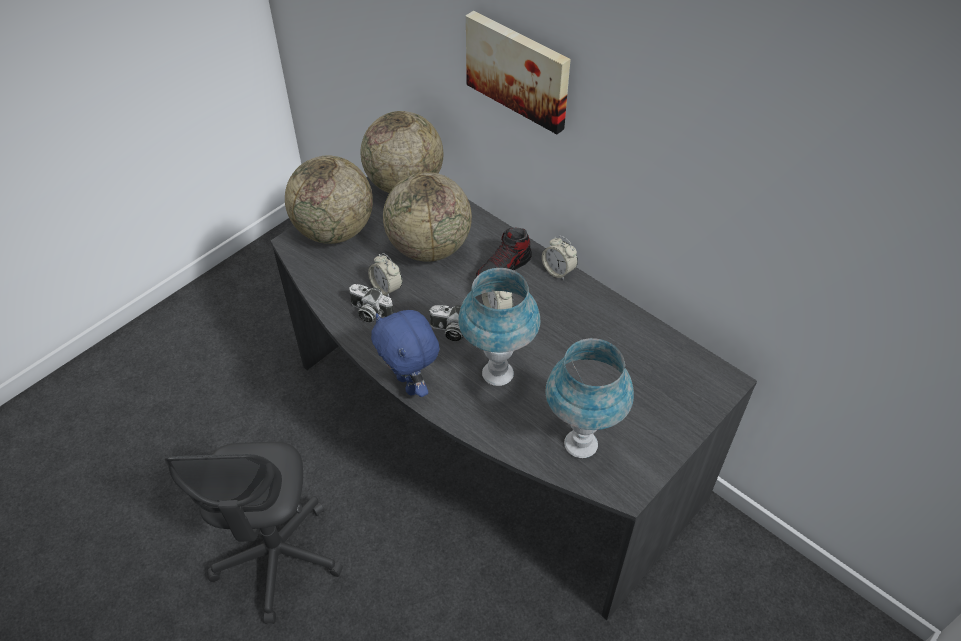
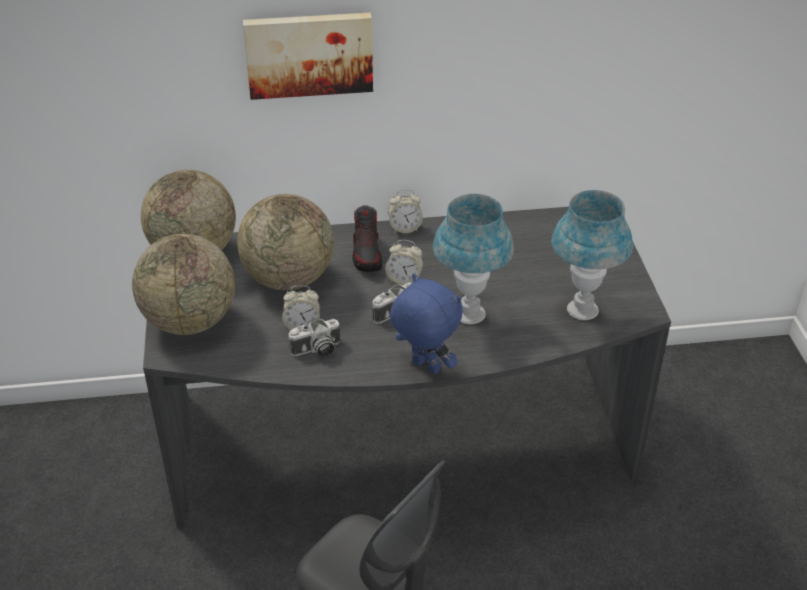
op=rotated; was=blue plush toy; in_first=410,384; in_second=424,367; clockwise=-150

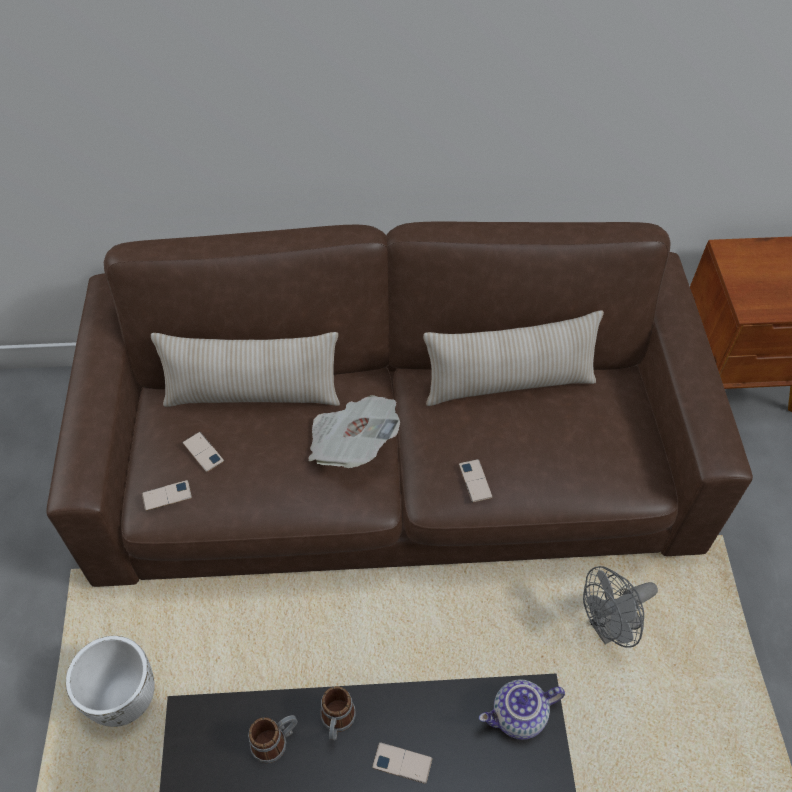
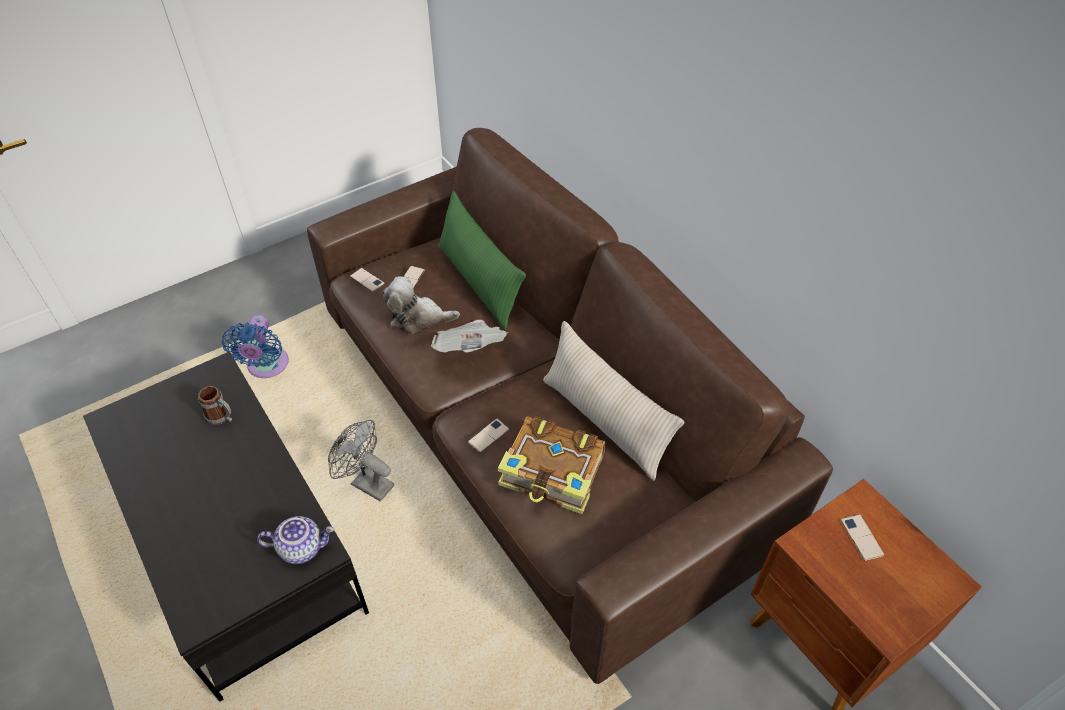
op=repainted; was=beige pillow; now=green pillow; in_first=253,395; in_second=479,283
op=shifted; was=grey fan; in_first=608,628; in_second=366,483
op=swapped; was=white planter; now=blue fan; in_first=124,697; in_second=267,367
op=rotated; was=teapot; in_first=518,717; in_second=302,547; clockwise=135
op=gone; was=mug; in_first=337,722
op=shifted; was=phone; in_first=402,763; in_second=861,537
op=new; now=plush toy; in_second=418,318
op=new; now=book; in_second=553,473

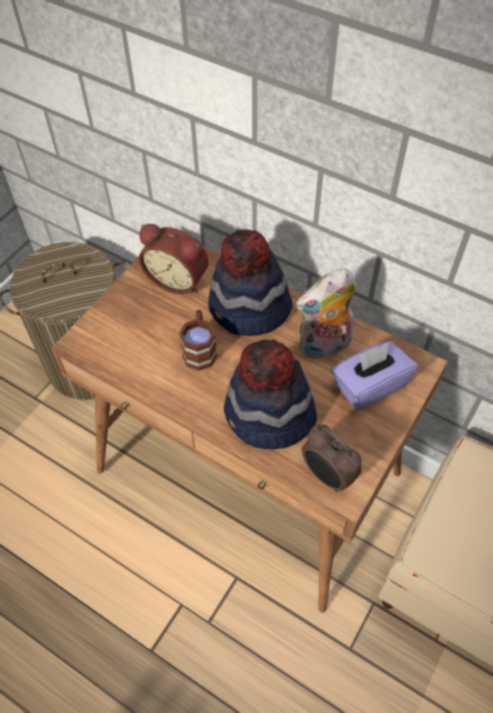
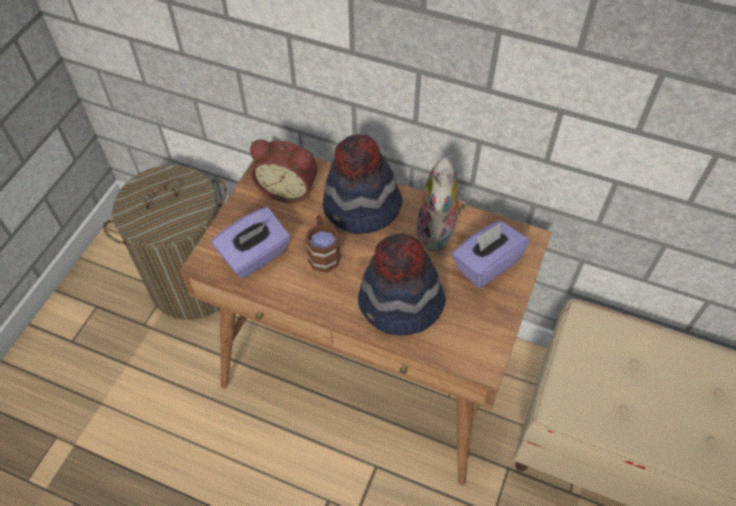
op=rotated; was=plush toy; in_first=324,346; in_second=438,234; clockwise=-45
op=gone; was=alarm clock; in_first=327,476
op=new; now=purple tissue box; in_second=255,256

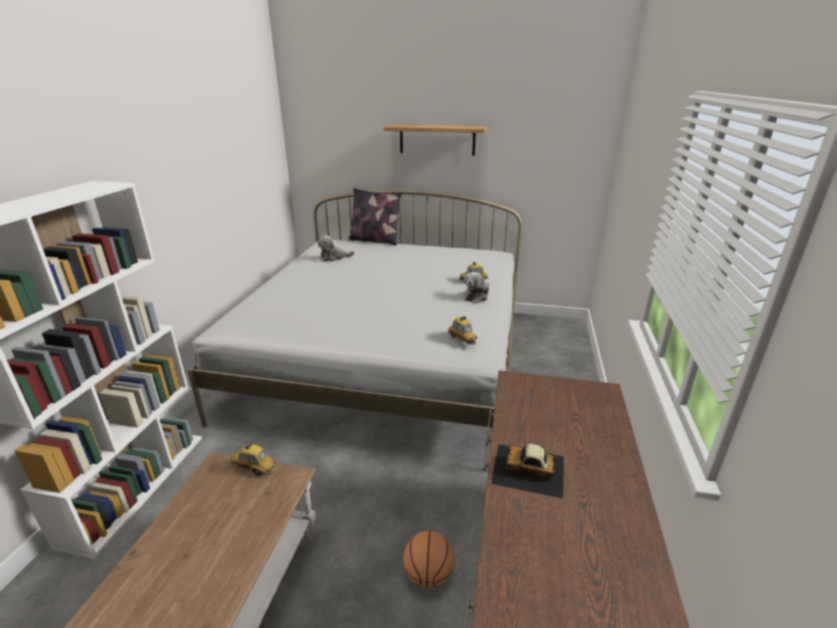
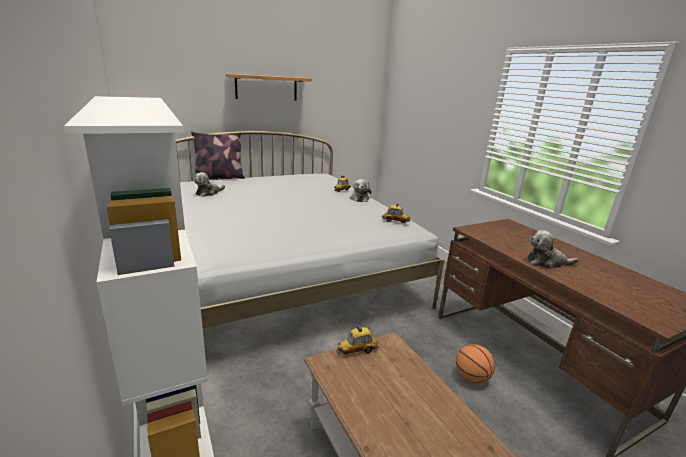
op=swapped; was=toy car; now=plush toy; in_first=529,470; in_second=547,262

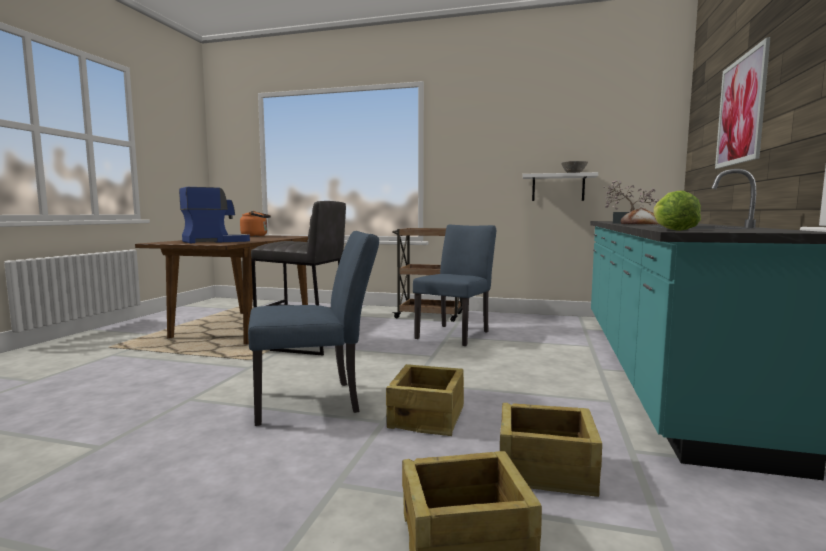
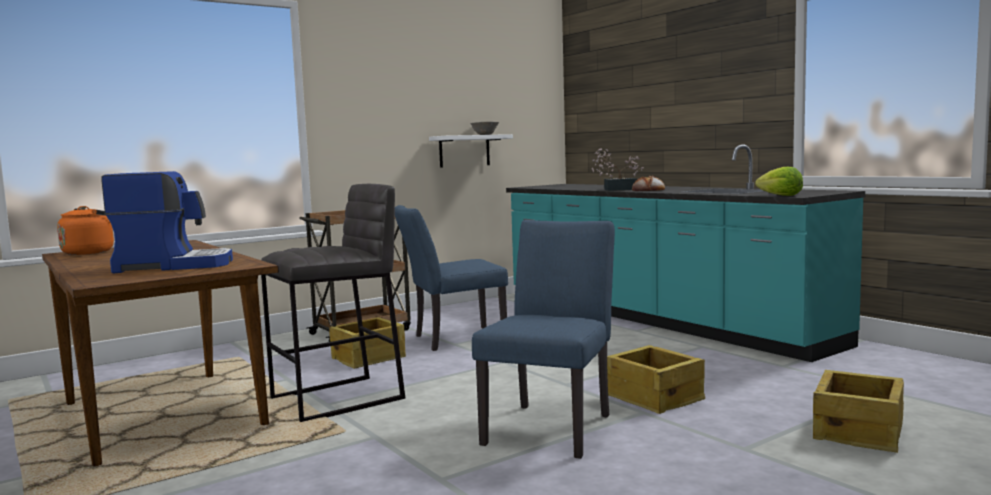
op=gone; was=picture; in_first=741,110
op=rotated; was=coffee machine; in_first=216,241; in_second=174,265; clockwise=75
op=rotated; was=blue chair; in_first=456,334; in_second=452,339; clockwise=-90
op=shifted; was=crate; in_first=546,470; in_second=369,358

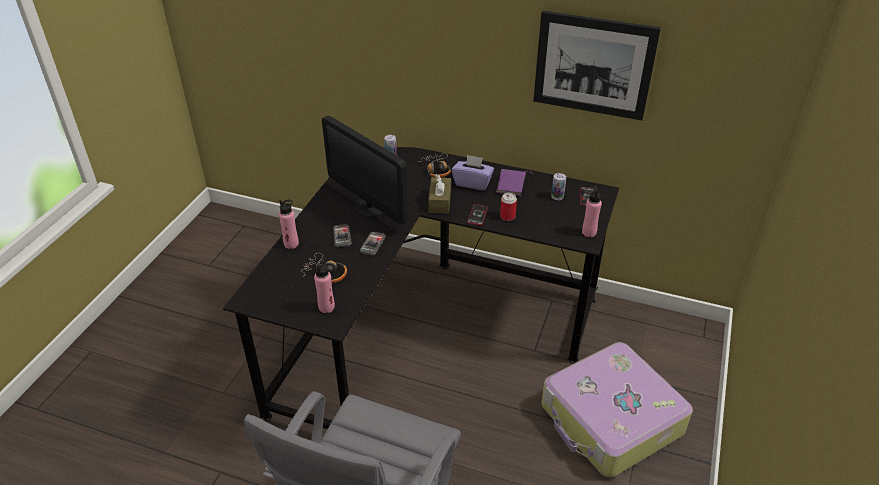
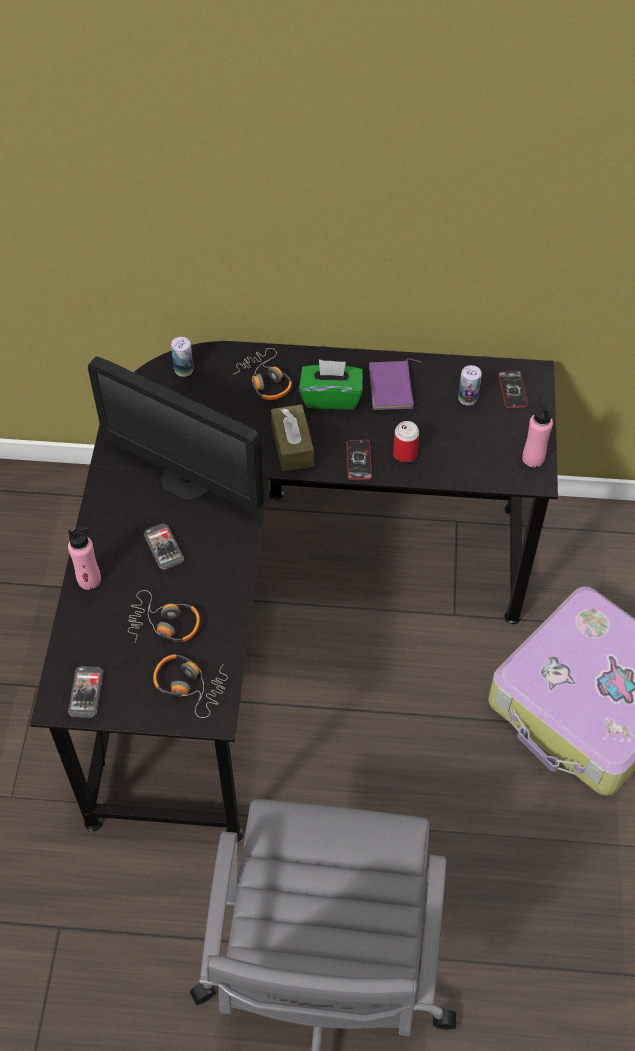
op=gone; was=picture; in_first=593,65
op=repainted; was=purple tissue box; now=green tissue box; in_first=472,183; in_second=331,397
op=shifted; was=phone; in_first=372,244; in_second=86,692
op=swapped; was=pink bottle; now=headphones; in_first=326,307; in_second=190,686

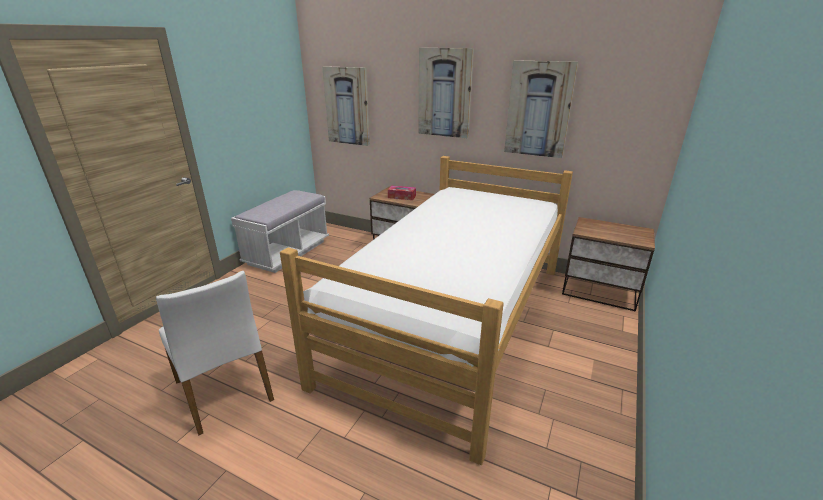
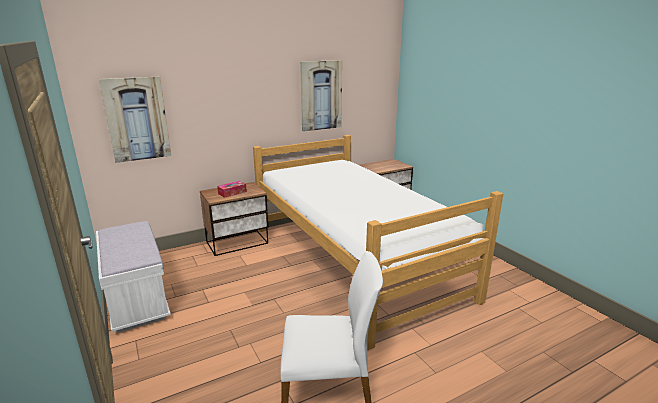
op=gone; was=picture; in_first=445,93

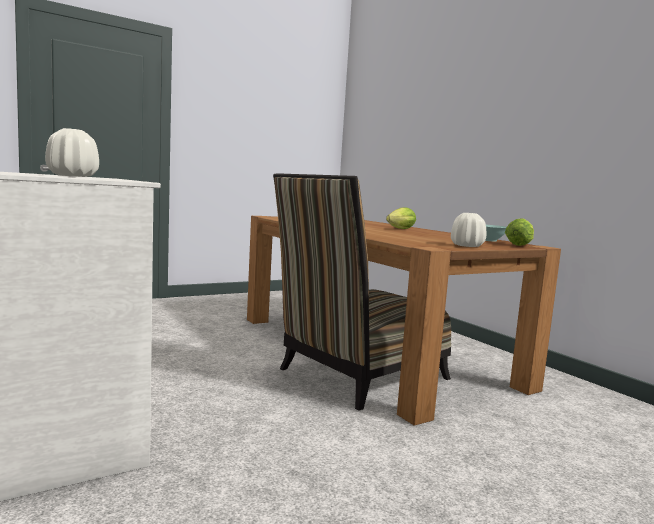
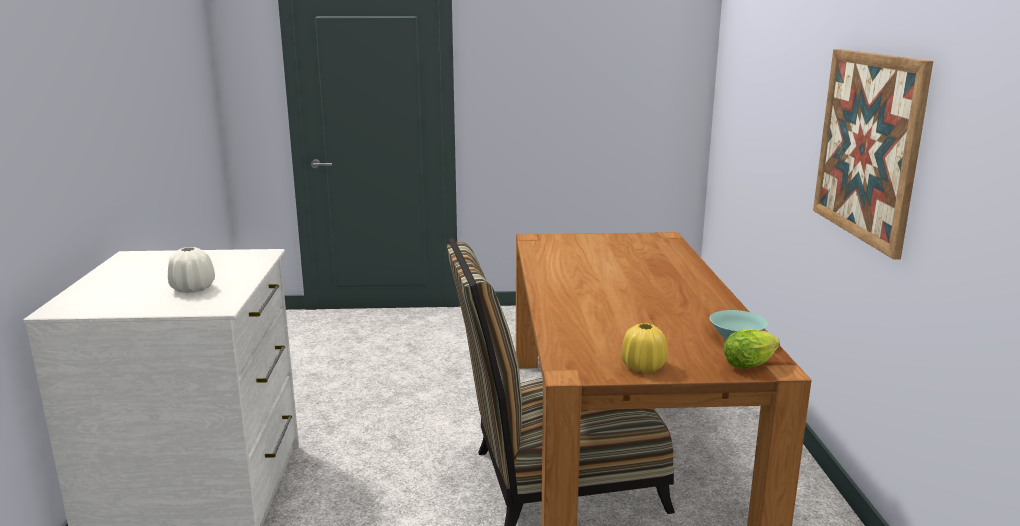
op=gone; was=lettuce; in_first=399,229
op=repainted; was=white vase; now=yellow vase; in_first=466,246; in_second=643,367
op=new; now=picture; in_second=868,146

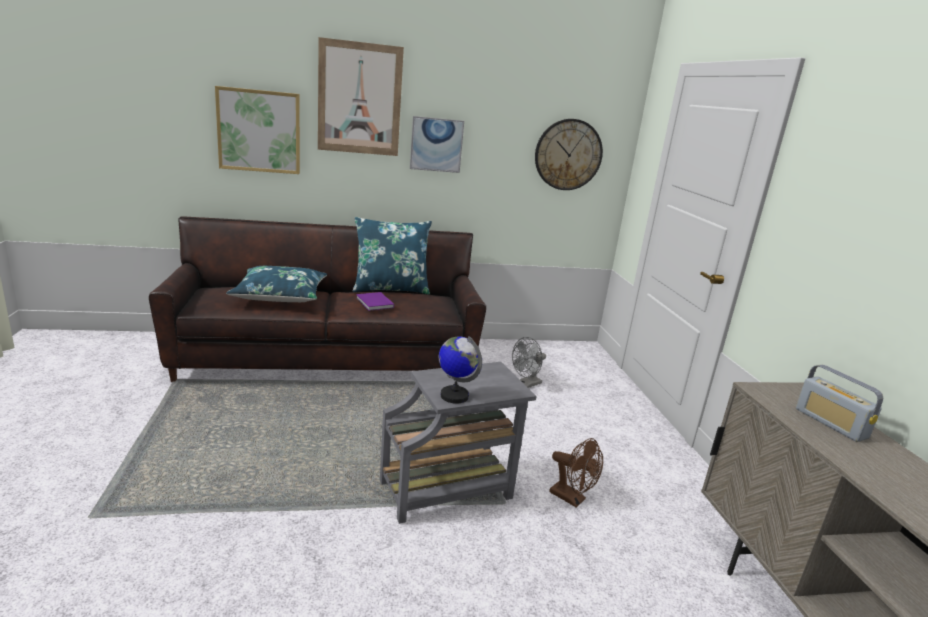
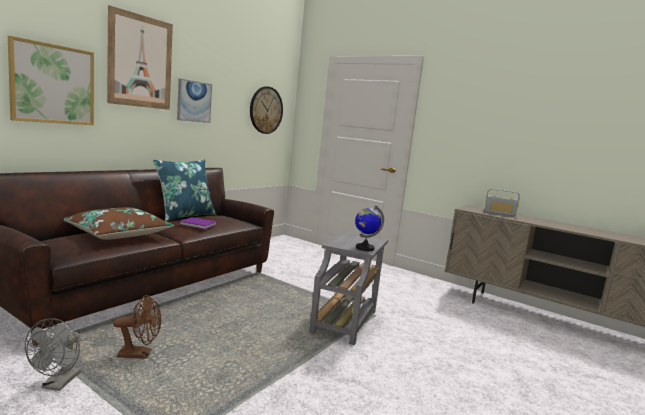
op=repainted; was=blue pillow; now=brown pillow; in_first=280,295; in_second=118,234
op=shifted; was=grey fan; in_first=526,384; in_second=58,384
op=shifted; was=brown fan; in_first=572,498; in_second=140,354

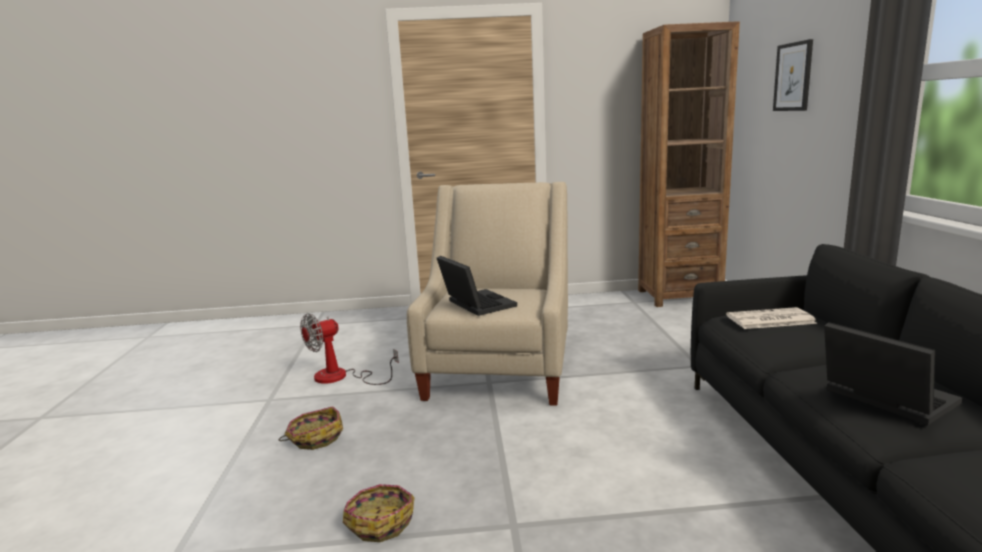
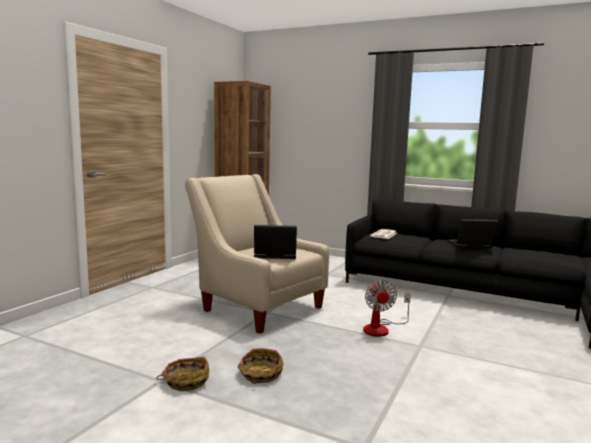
op=gone; was=picture; in_first=793,77
op=shifted; was=fan; in_first=341,377; in_second=381,328
op=shifted; was=basket; in_first=380,522; in_second=186,381

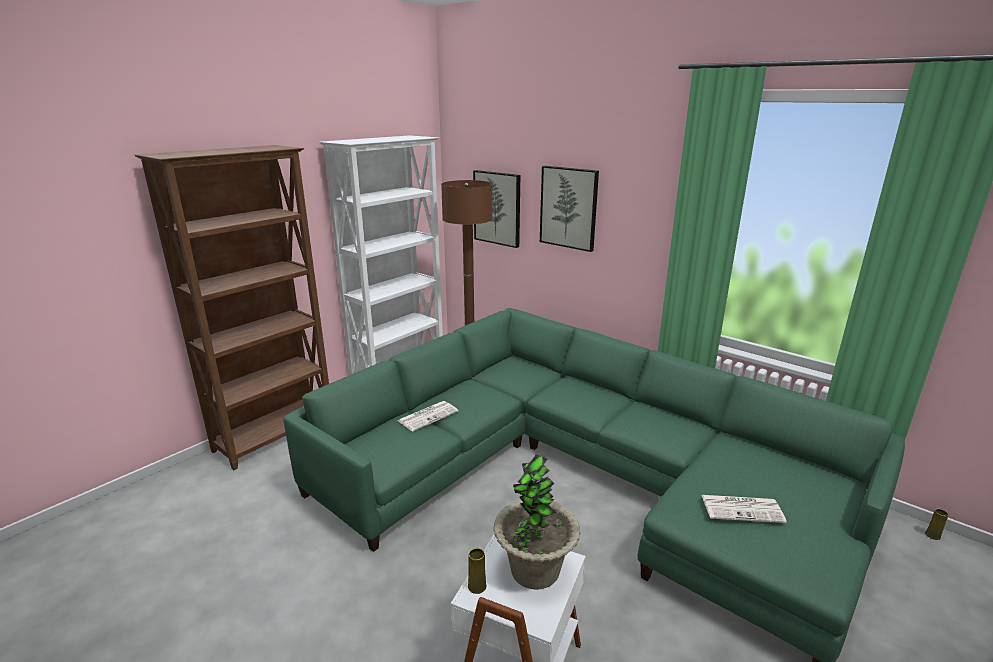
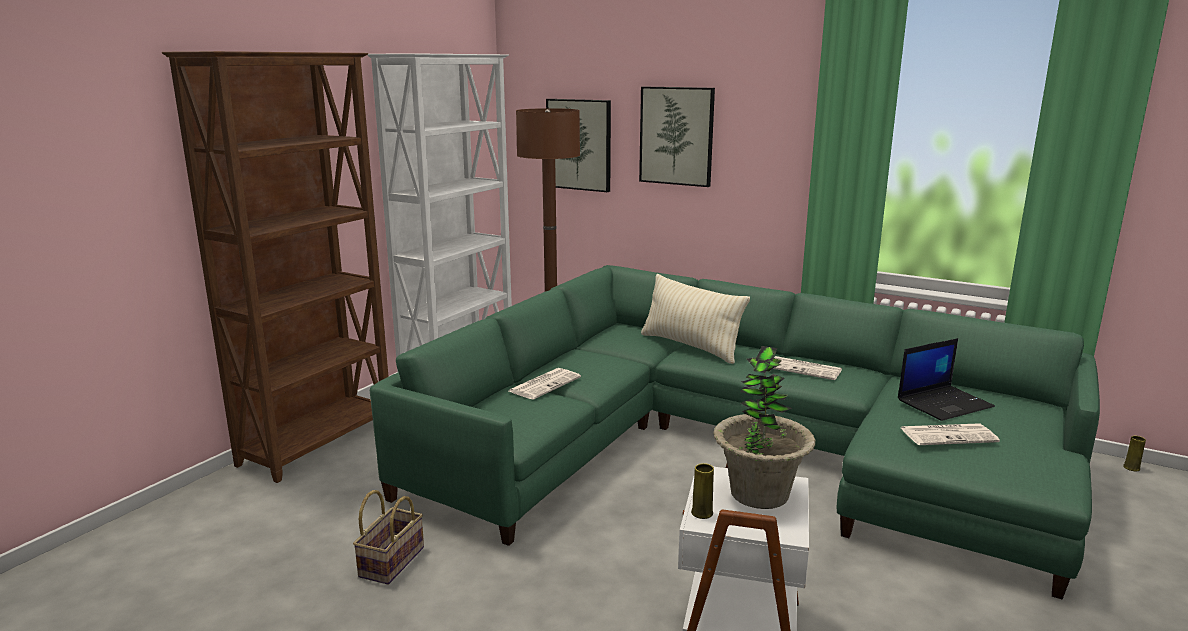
op=new; now=beige pillow; in_second=690,346
op=new; now=laptop; in_second=944,403
op=new; now=newspaper; in_second=805,369
op=new; now=basket; in_second=391,560

